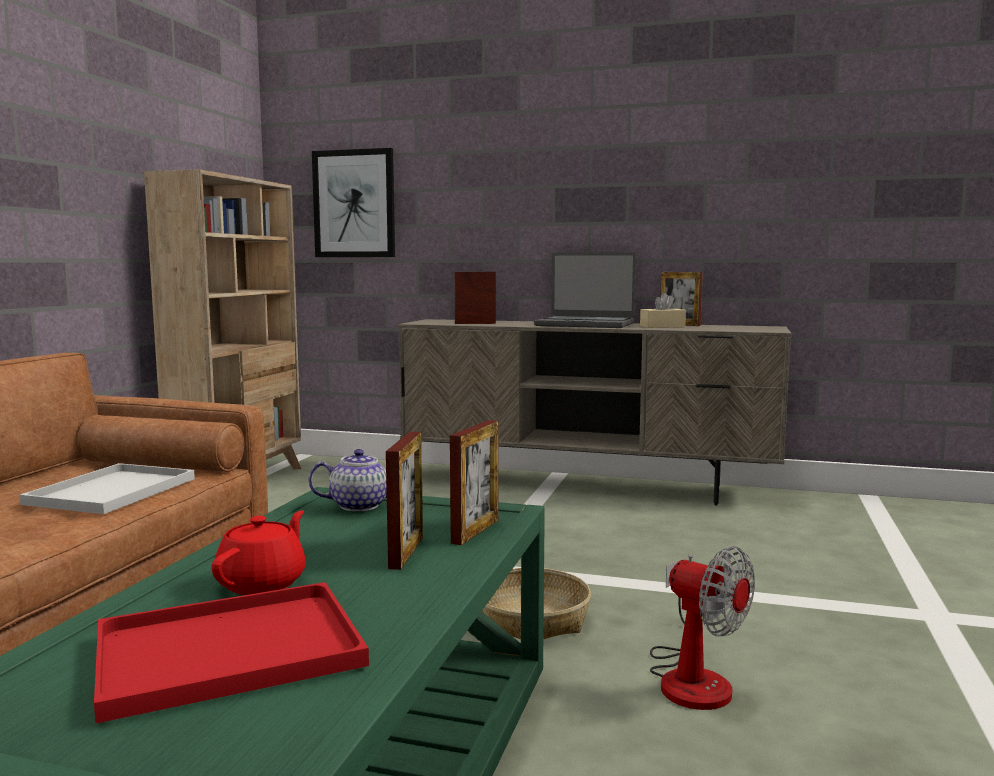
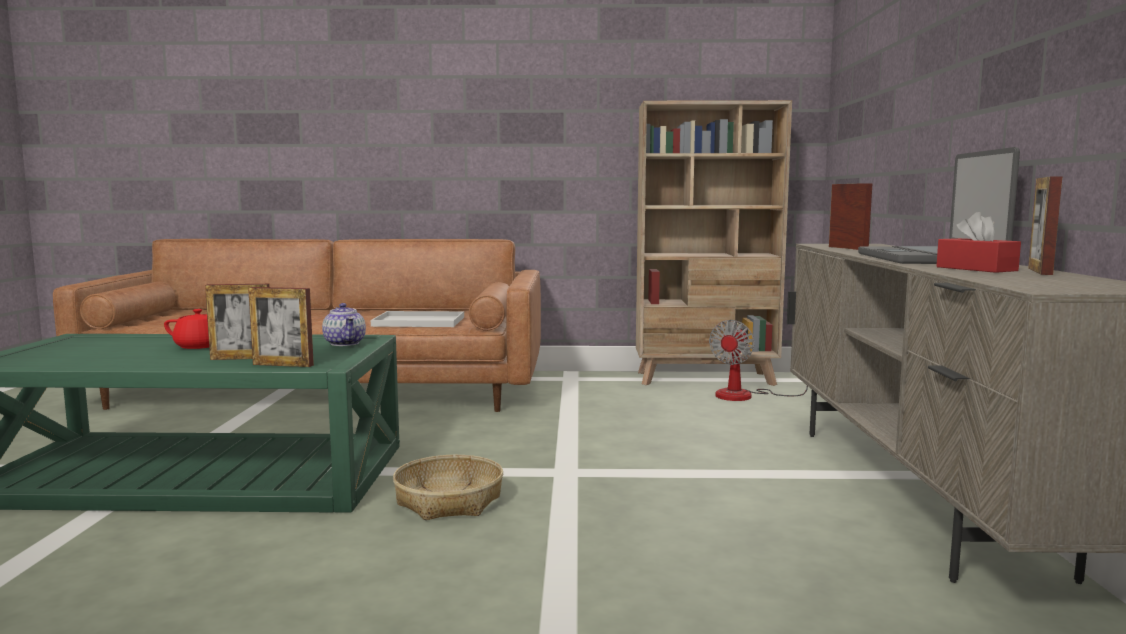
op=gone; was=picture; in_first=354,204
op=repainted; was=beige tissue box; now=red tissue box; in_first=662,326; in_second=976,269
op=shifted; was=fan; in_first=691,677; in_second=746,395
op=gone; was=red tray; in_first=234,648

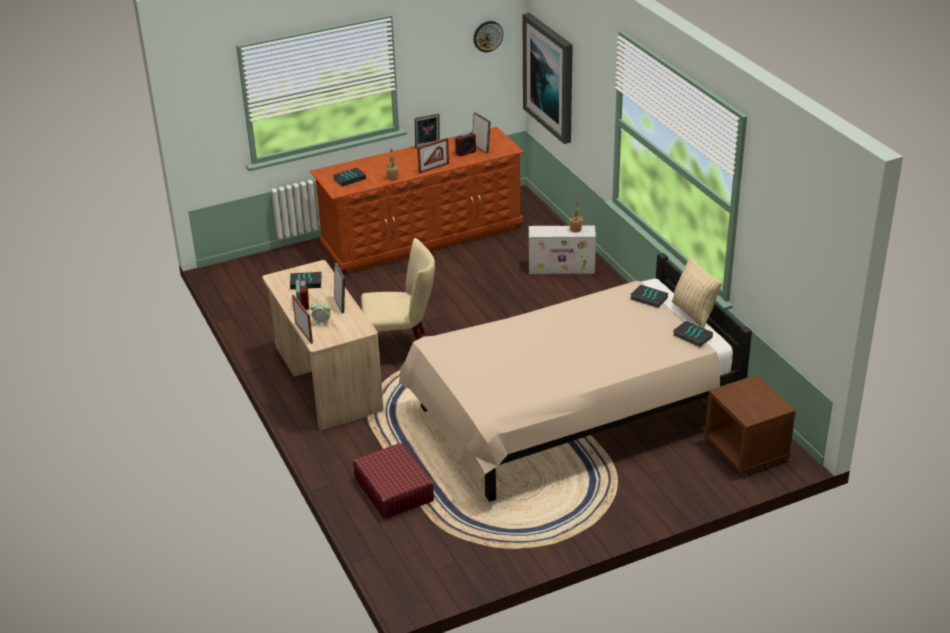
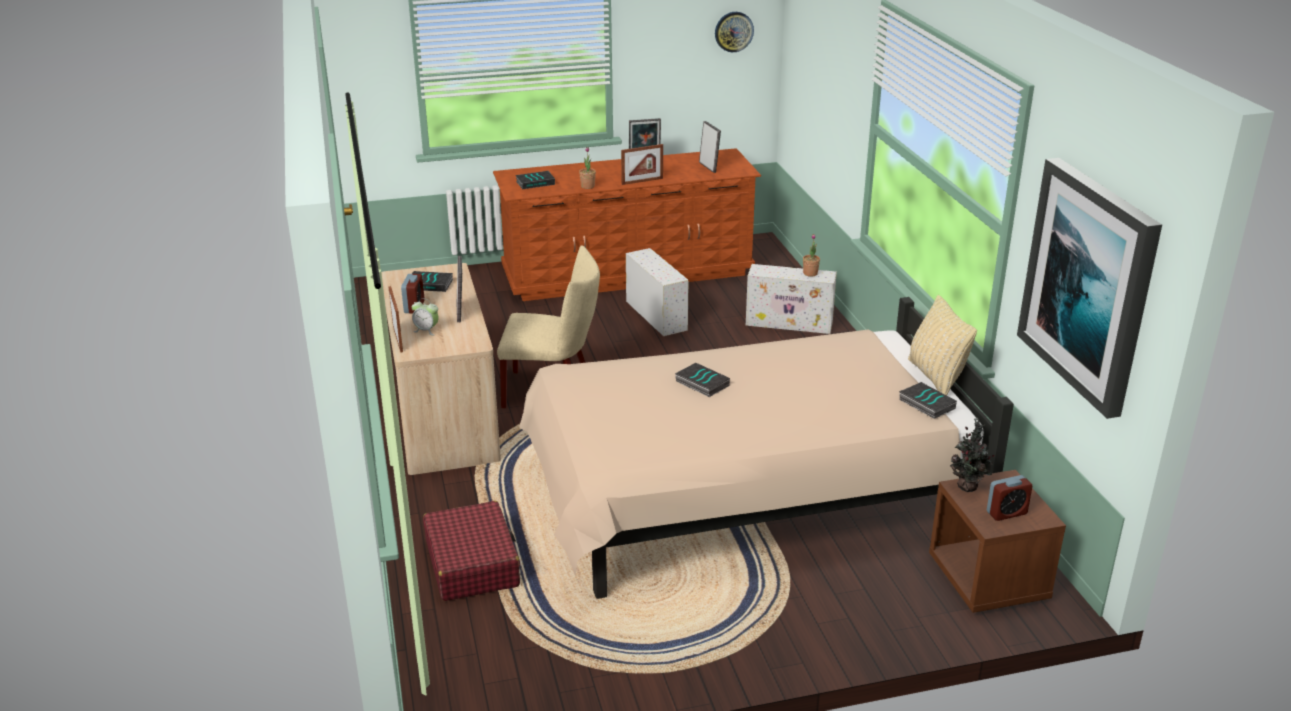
op=shifted; was=picture; in_first=550,77; in_second=1089,284
op=shifted; was=alarm clock; in_first=465,152; in_second=1006,513
op=shifted; was=book; in_first=648,299; in_second=701,383
op=new; now=white storage box; in_second=655,315
op=new; now=potted plant; in_second=968,488

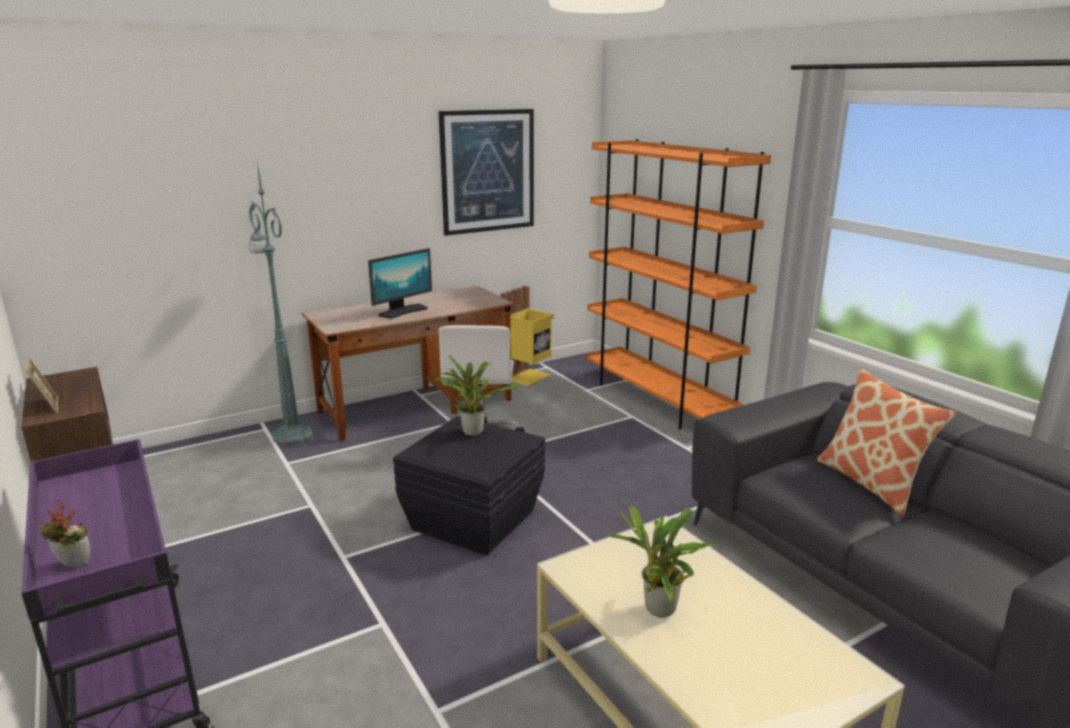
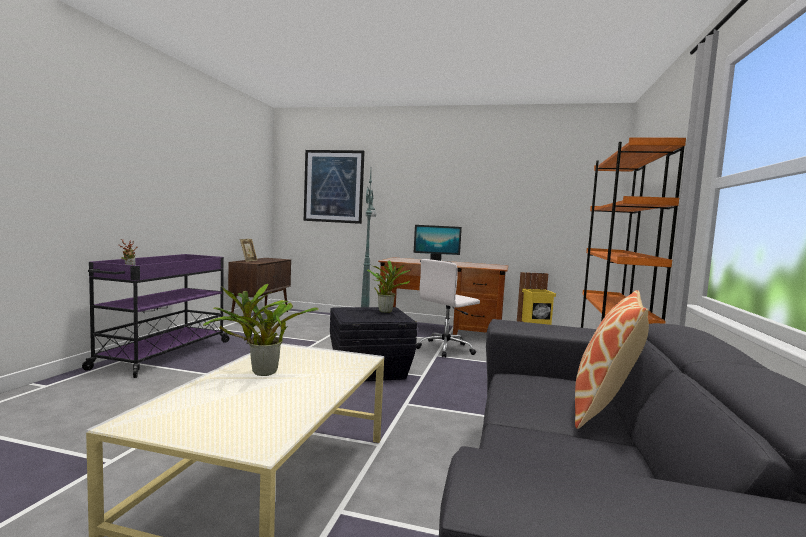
op=shifted; was=picture; in_first=488,171; in_second=333,186

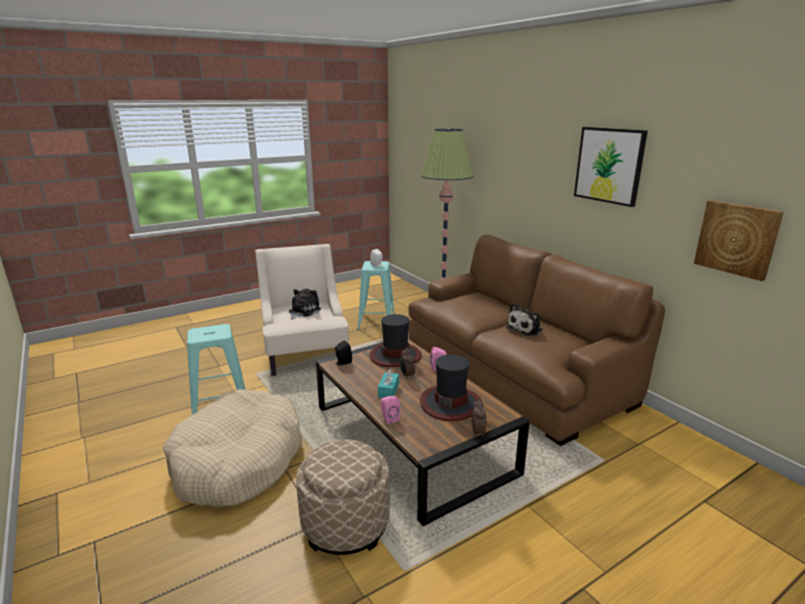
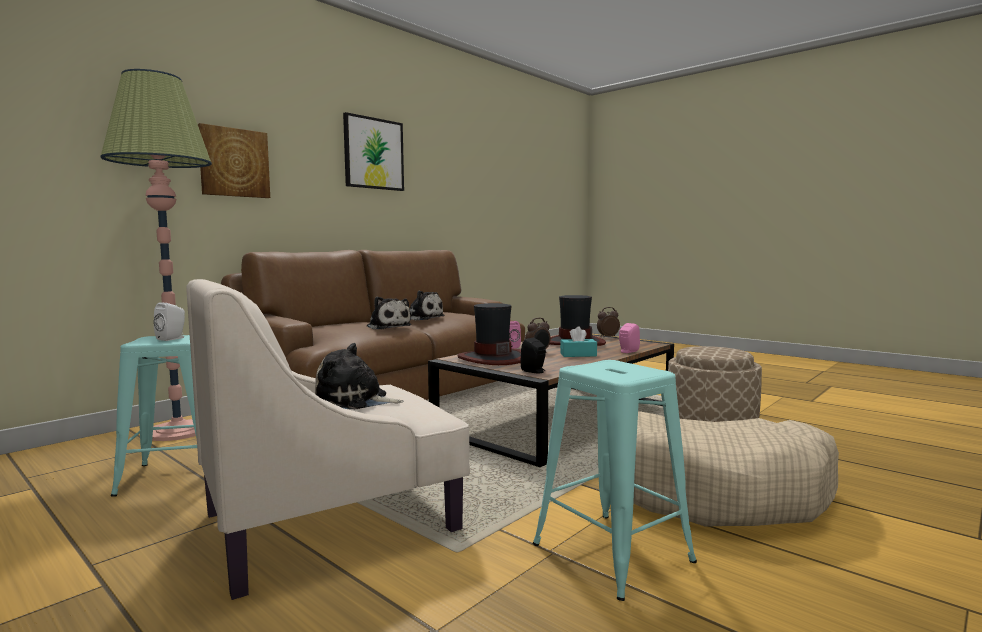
op=shifted; was=picture; in_first=737,239; in_second=234,163
op=new; now=plush toy; in_second=388,327

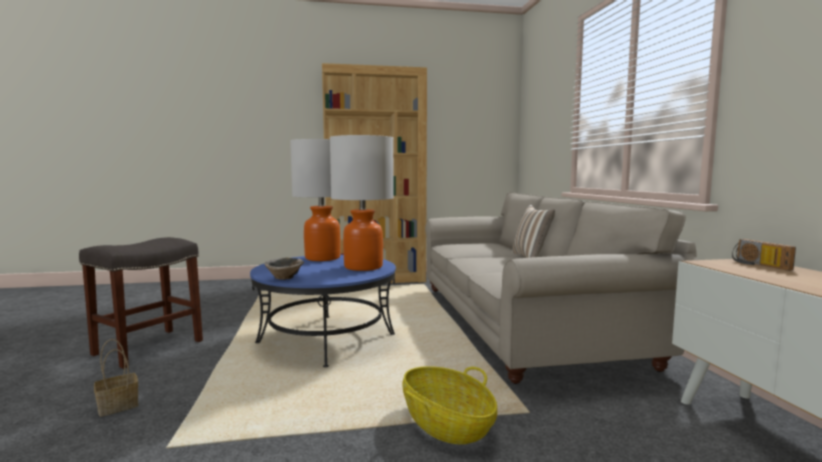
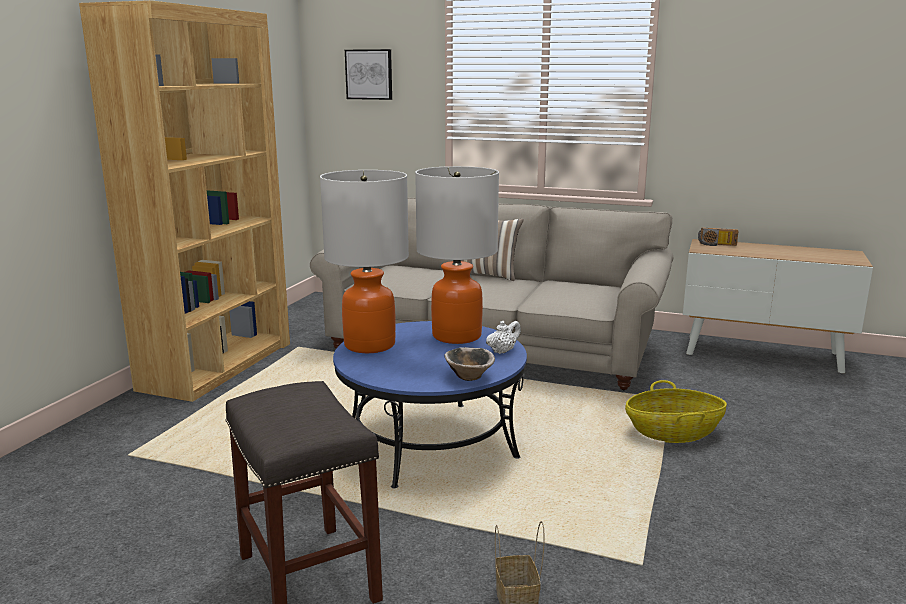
op=new; now=picture; in_second=369,74
op=new; now=white teapot; in_second=502,351

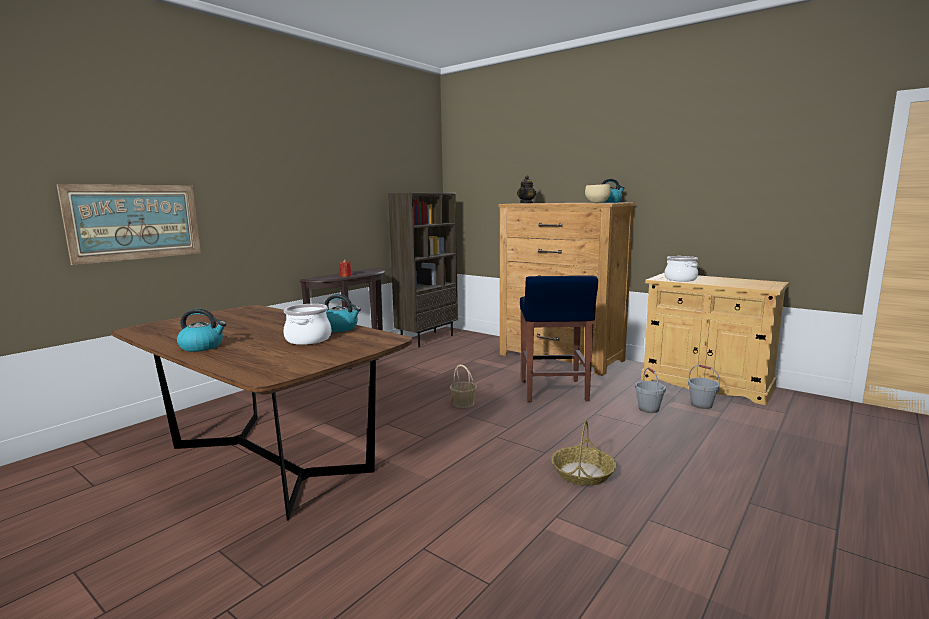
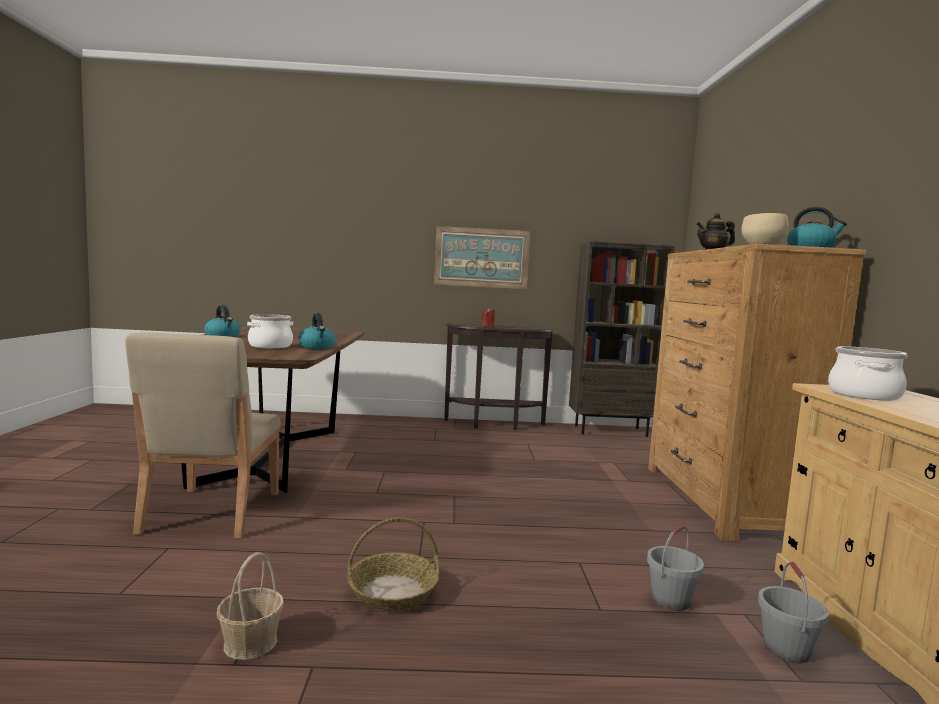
op=shifted; was=picture; in_first=135,222; in_second=481,257
op=gone; was=blue stool; in_first=553,391
op=shifted; was=basket; in_first=463,403; in_second=250,643
op=new; now=beige chair; in_second=211,512

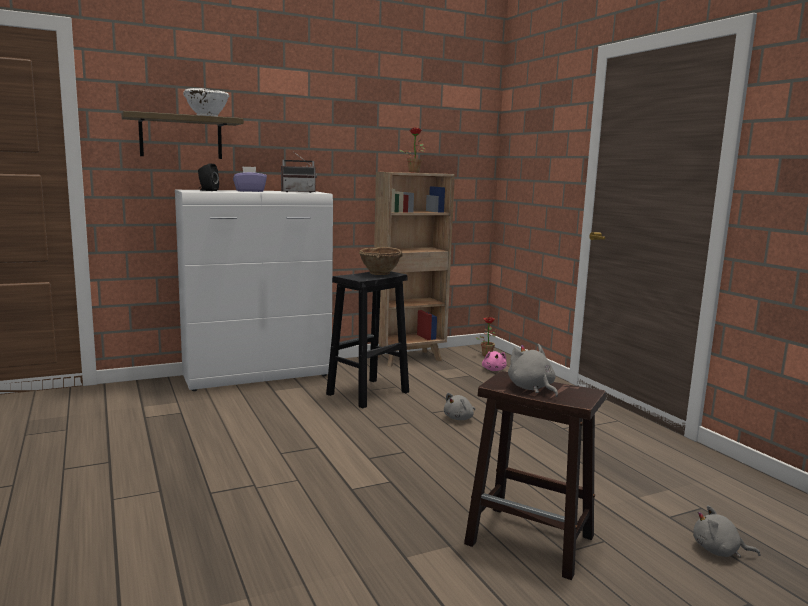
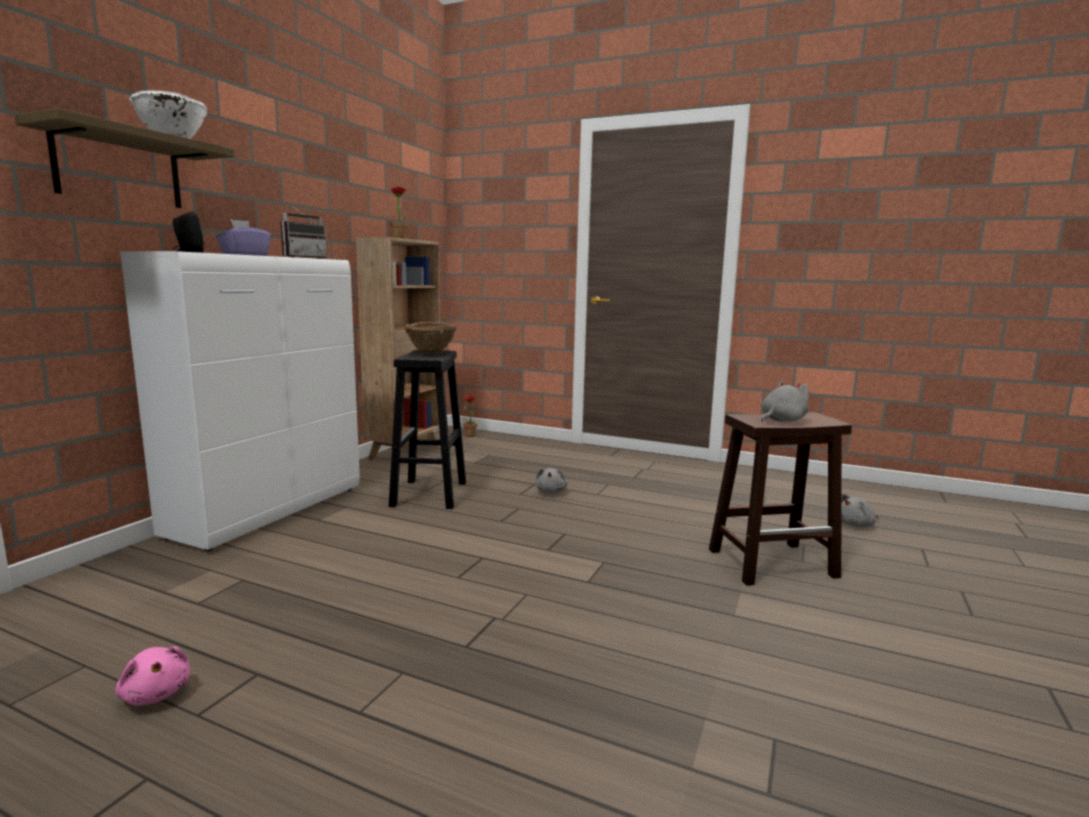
op=rotated; was=grey plush toy; in_first=532,388; in_second=781,421; clockwise=120
op=shifted; was=pink plush toy; in_first=494,370; in_second=156,693

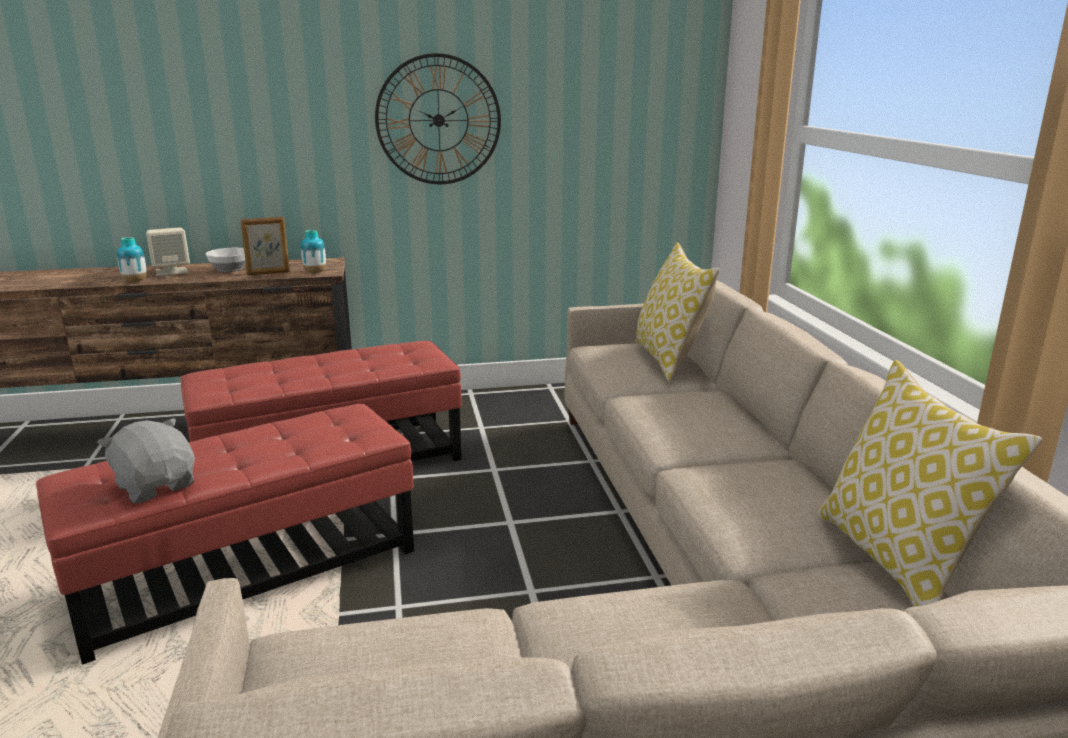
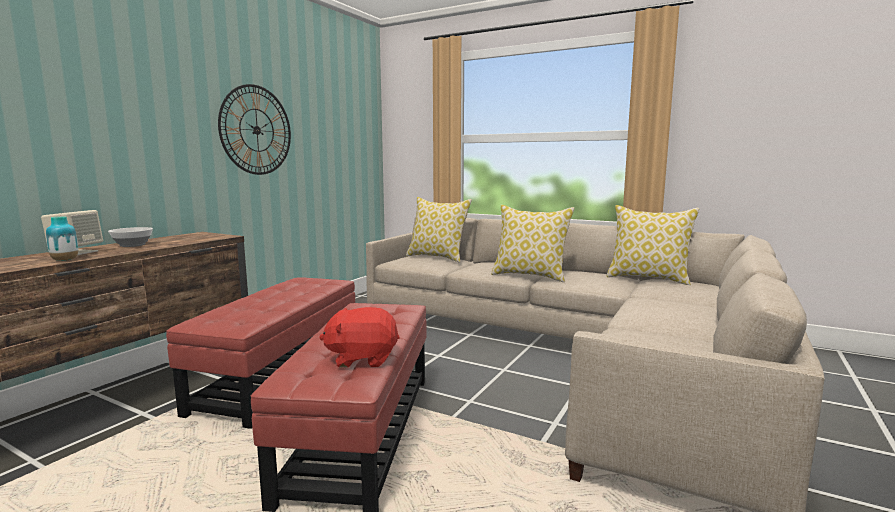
op=gone; was=picture frame; in_first=268,273
op=gone; was=vase; in_first=315,272
op=repainted; was=grey plush toy; now=red plush toy; in_first=156,486; in_second=362,358
op=new; now=pillow; in_second=530,276

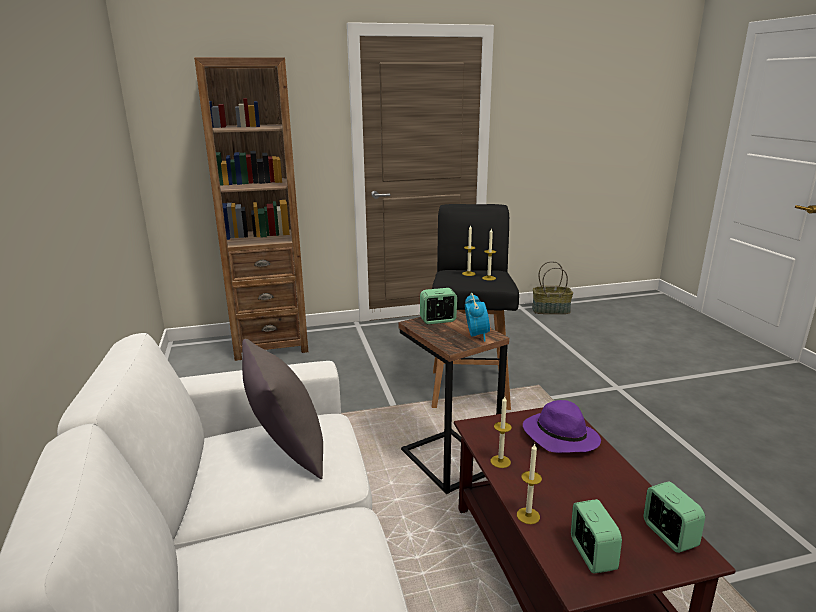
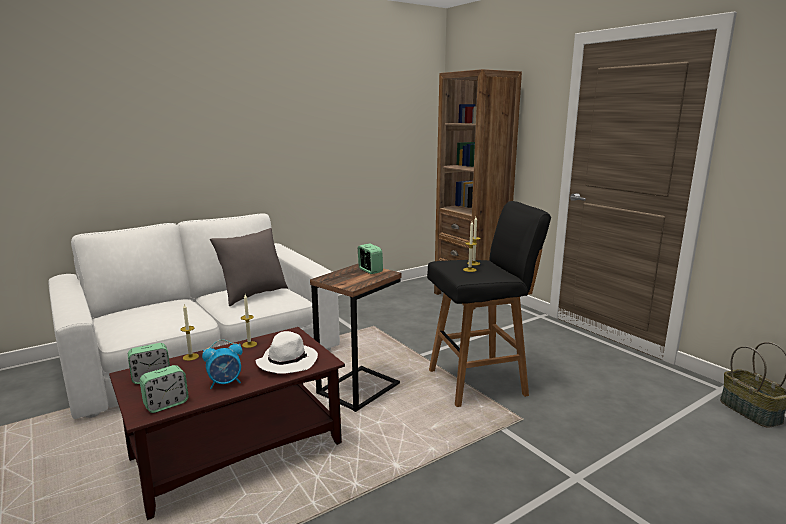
op=shifted; was=alarm clock; in_first=476,335; in_second=225,383
op=repainted; was=purple hat; now=white hat; in_first=559,436; in_second=287,361

